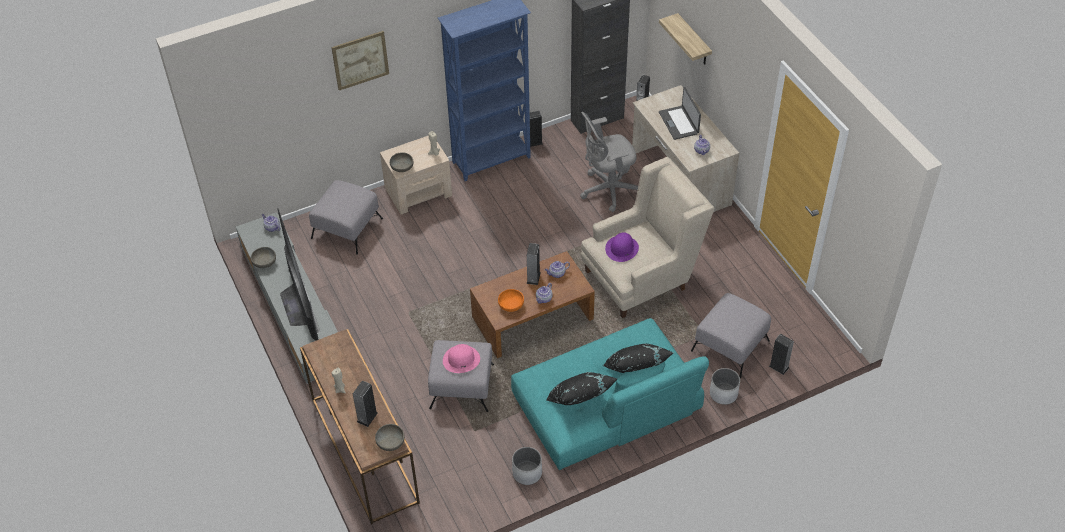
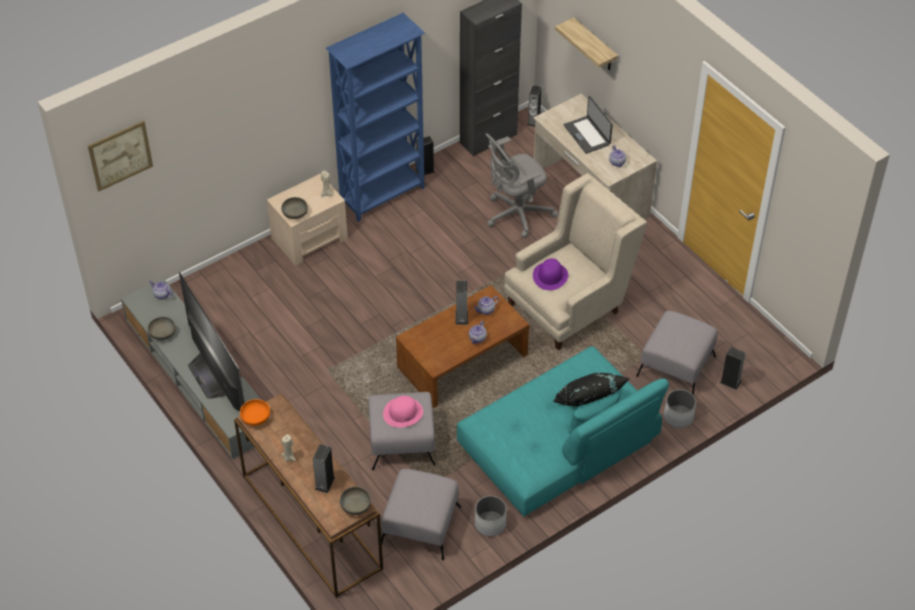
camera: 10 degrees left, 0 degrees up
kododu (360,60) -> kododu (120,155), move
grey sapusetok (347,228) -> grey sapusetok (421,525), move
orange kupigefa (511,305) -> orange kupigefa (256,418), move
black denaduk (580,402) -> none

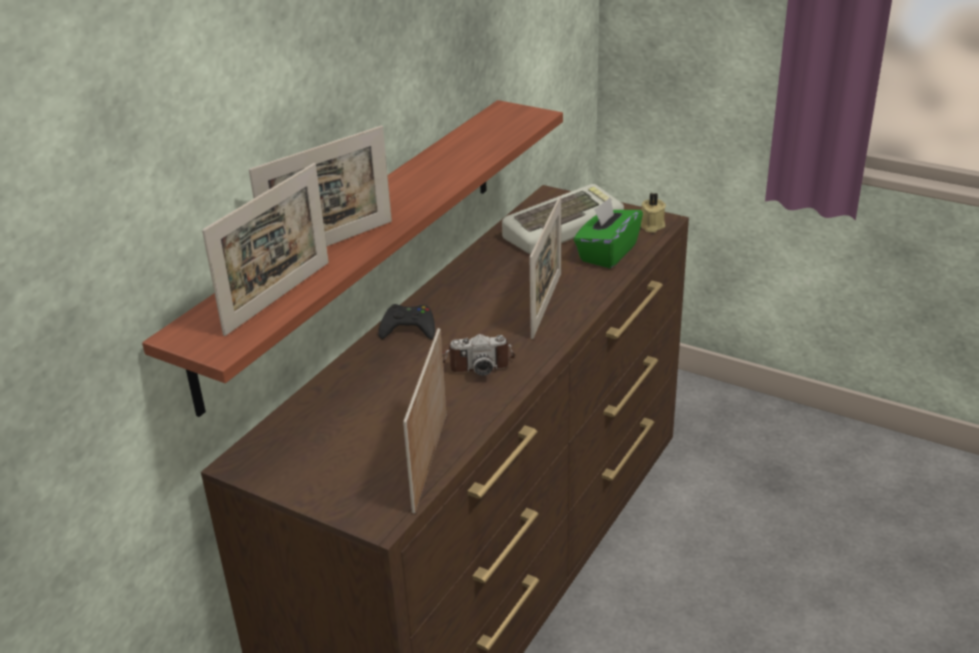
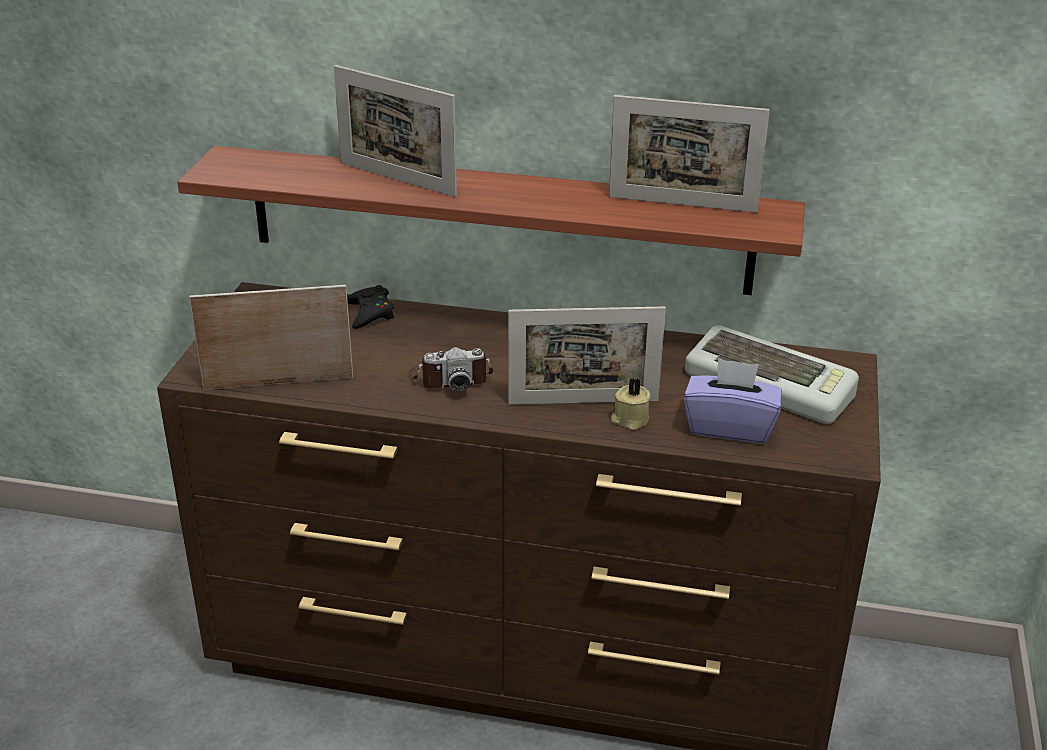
camera: 70 degrees right, 0 degrees up
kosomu (278,297) -> kosomu (682,204), move
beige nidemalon (651,226) -> beige nidemalon (629,420), move
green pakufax (607,253) -> purple pakufax (729,427)
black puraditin (408,328) -> black puraditin (370,313), move
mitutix (476,361) -> mitutix (450,377), 75 degrees counterclockwise

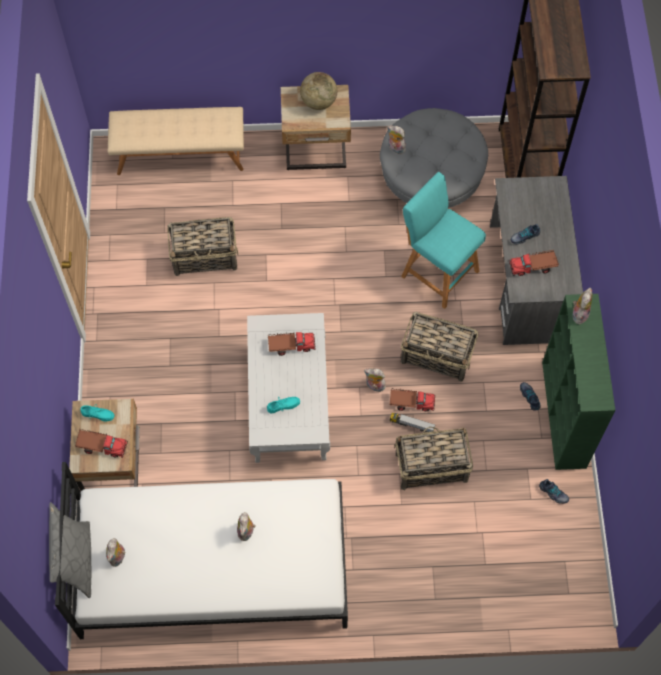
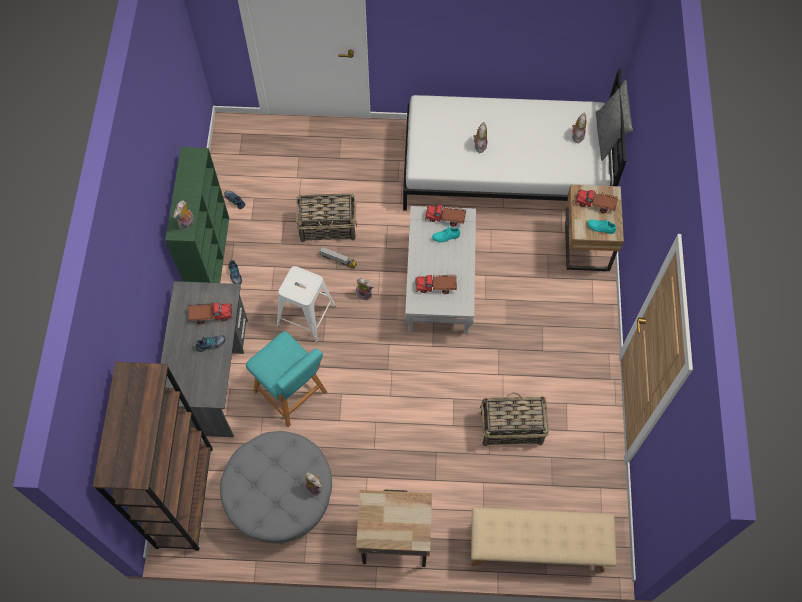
camera: 175 degrees left, 0 degrees up
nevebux (318,102) -> none
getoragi (437,356) -> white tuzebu (306,315)
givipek (411,402) -> givipek (446,218), move

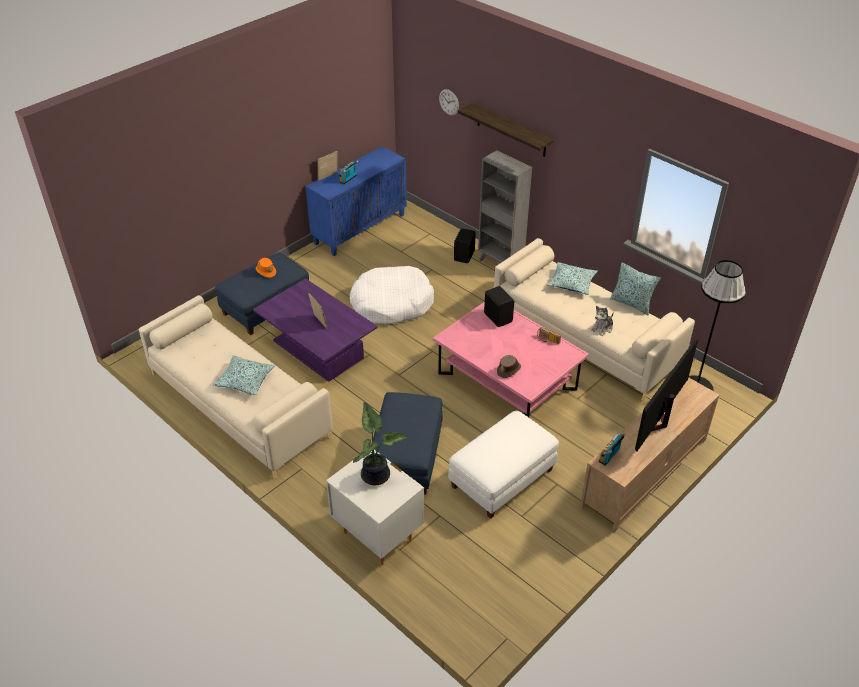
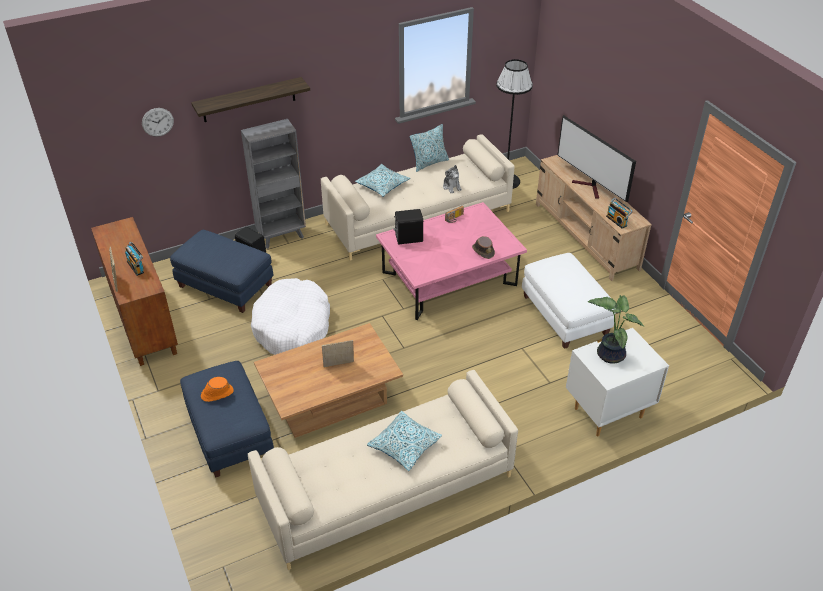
camera: 70 degrees left, 0 degrees up
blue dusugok (360,228) -> brown dusugok (143,321)
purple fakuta (318,349) -> brown fakuta (331,401)
blue sapusetok (406,458) -> blue sapusetok (226,285), move

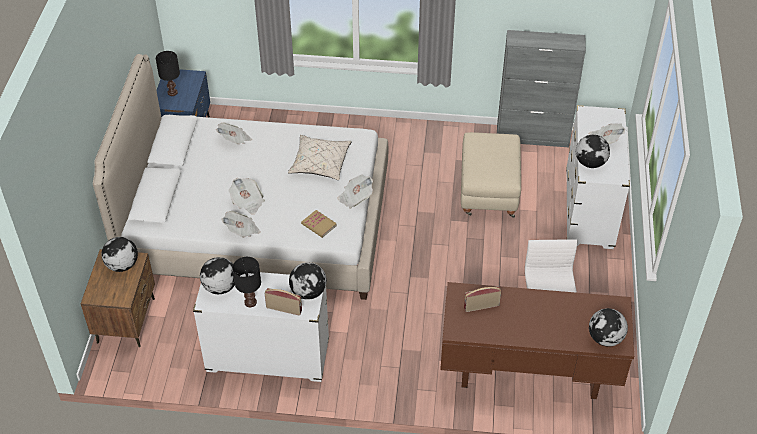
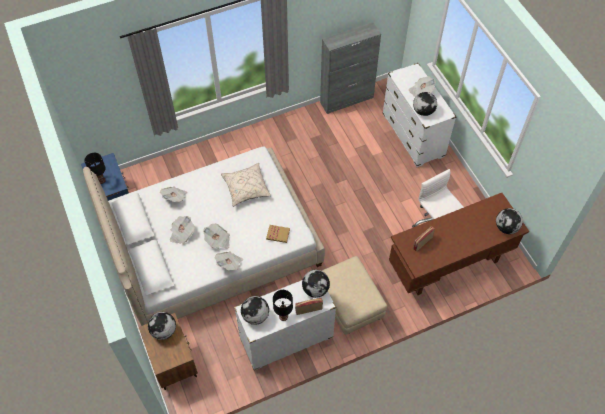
camera: 30 degrees left, 10 degrees up
beige sapusetok (487,192) -> beige sapusetok (349,305), move
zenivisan (355,198) -> zenivisan (182,234), move

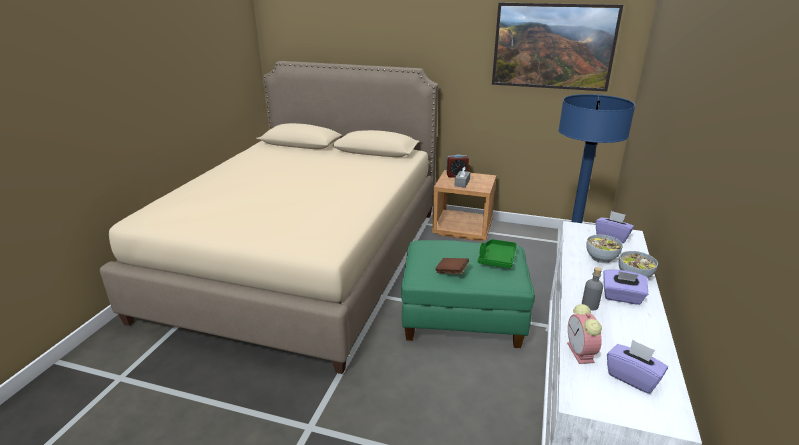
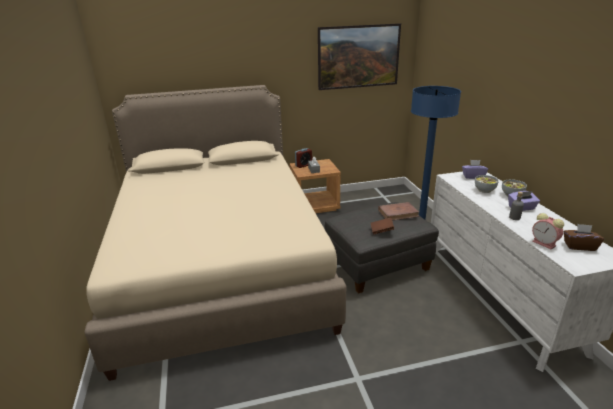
camera: 30 degrees left, 0 degrees up
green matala (496,259) -> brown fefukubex (398,213)
green sapusetok (463,318) -> grey sapusetok (377,265)
purple pakufax (632,377) -> brown pakufax (579,246)

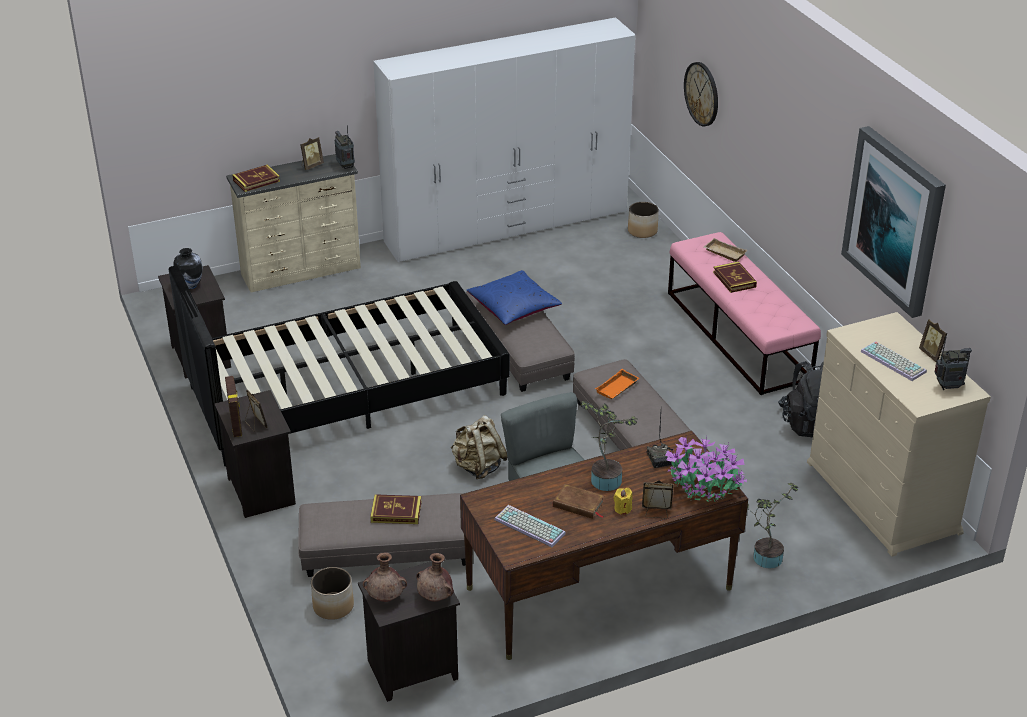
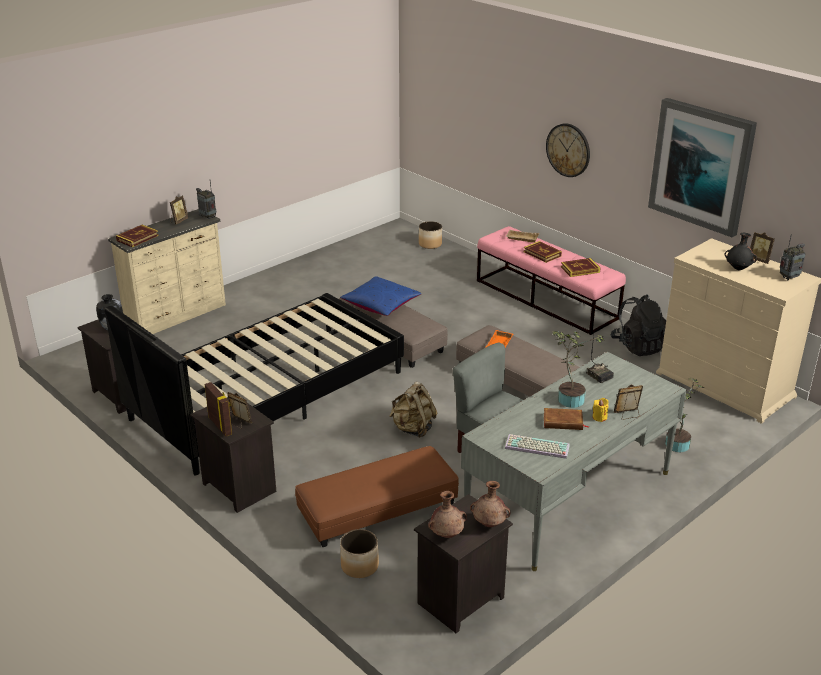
camera: 20 degrees left, 5 degrees down
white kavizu (507,226) -> none
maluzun (702,94) -> maluzun (568,150), move
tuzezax (894,361) -> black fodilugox (738,269)
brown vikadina (599,588) -> grey vikadina (569,497)
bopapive (704,488) -> none
grey sapusetok (386,550) -> brown sapusetok (377,509)
fefukubex (396,512) -> fefukubex (580,269), move

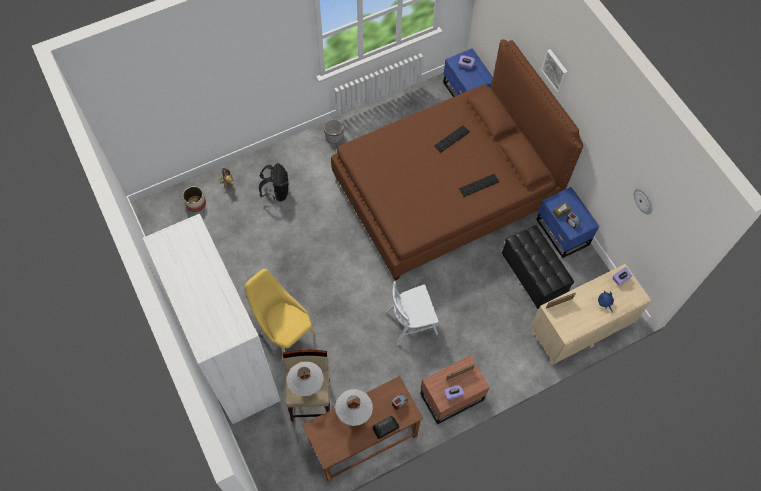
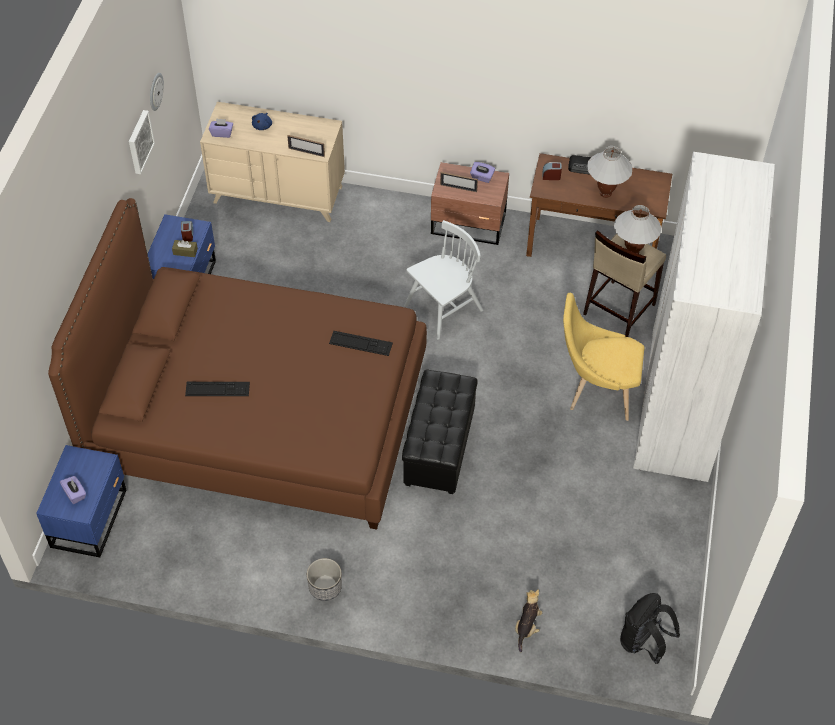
camera: 140 degrees left, 10 degrees down
kododu (555,70) -> kododu (139,141), move
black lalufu (277,192) -> black lalufu (643,643), move
tuzezax (479,185) -> tuzezax (360,343), move
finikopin (196,203) -> none
black sapusetok (533,275) -> black sapusetok (438,448), move
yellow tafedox (284,331) -> yellow tafedox (596,391), 105 degrees clockwise
white tafedox (411,322) -> white tafedox (443,309), 60 degrees counterclockwise

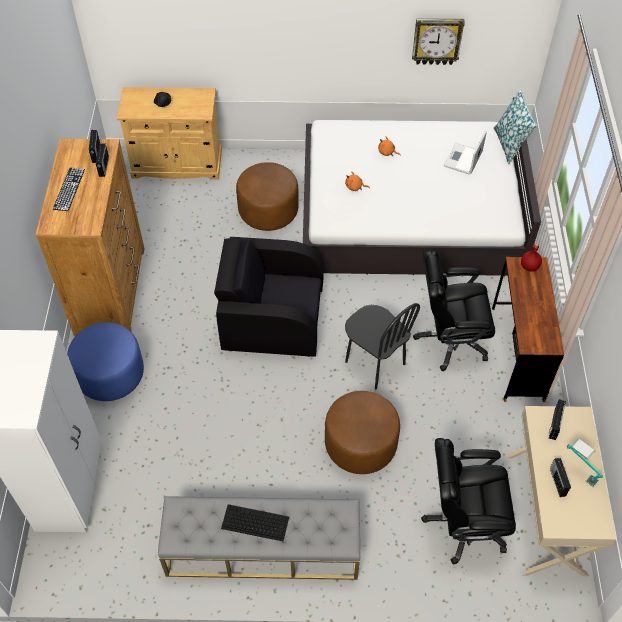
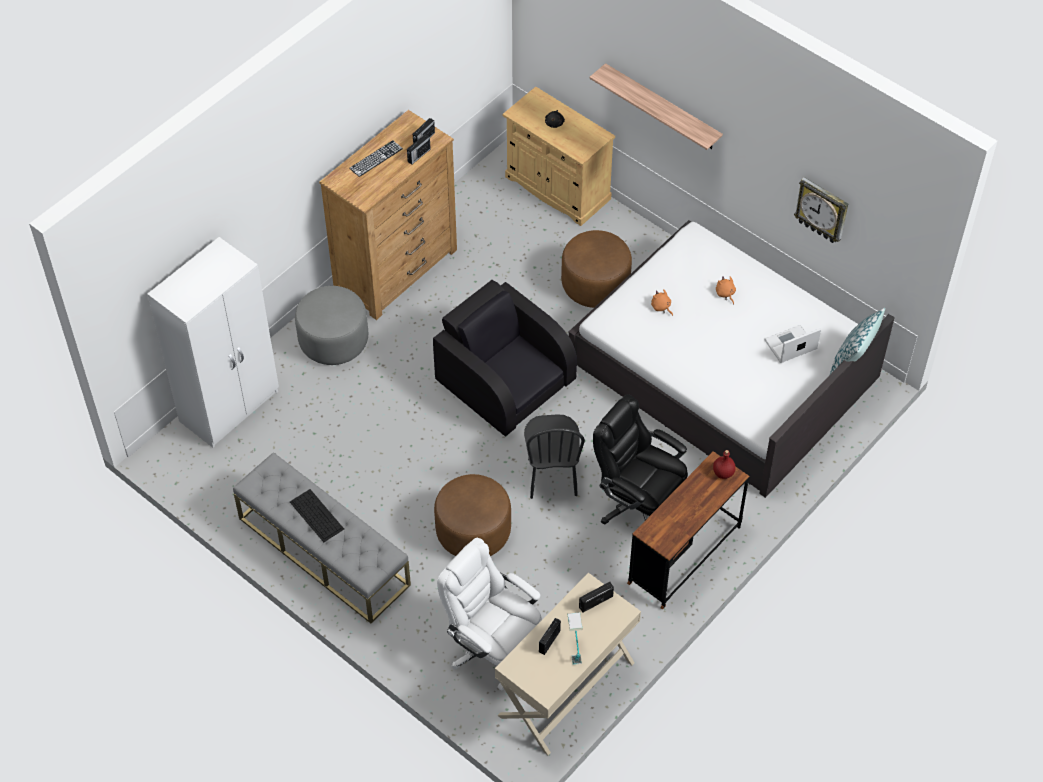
camera: 40 degrees right, 0 degrees up
blue sapusetok (110,375) -> grey sapusetok (334,340)
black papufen (464,523) -> white papufen (492,647)
none -> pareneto (662,108)

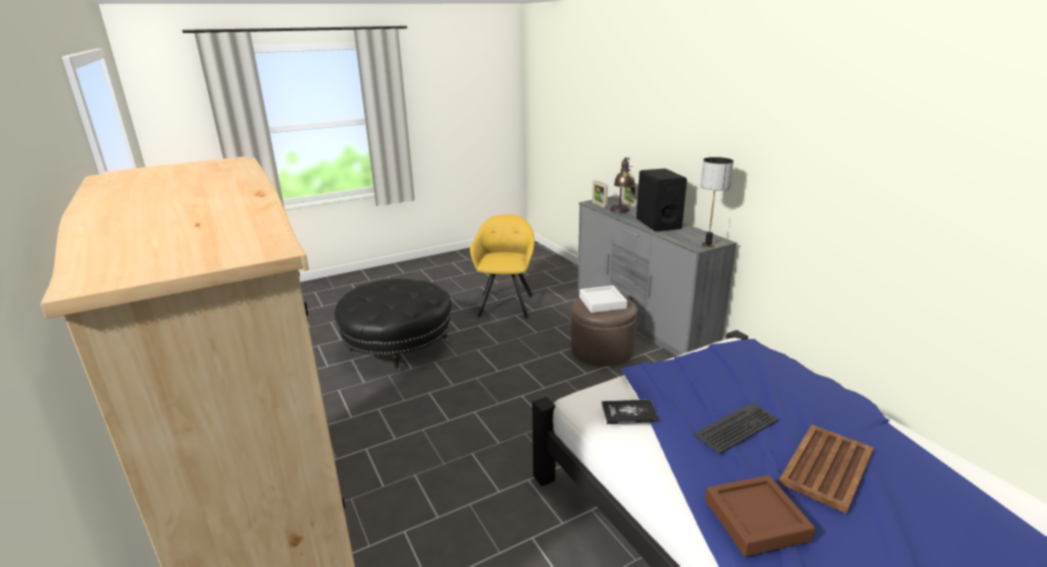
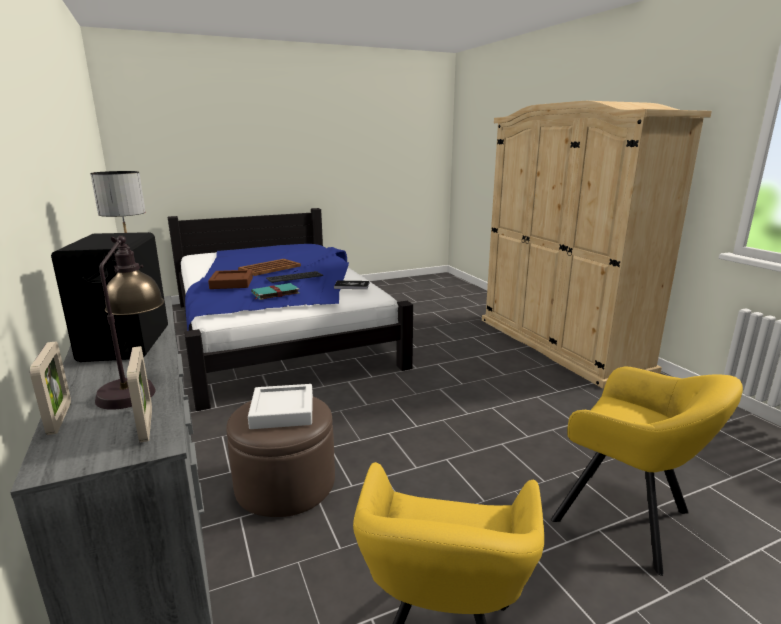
camera: 175 degrees left, 5 degrees down
black sapusetok (398,346) -> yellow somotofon (627,520)
brown matala (756,520) -> brown matala (231,283), move
none -> turquoise fefukubex (274,293)

